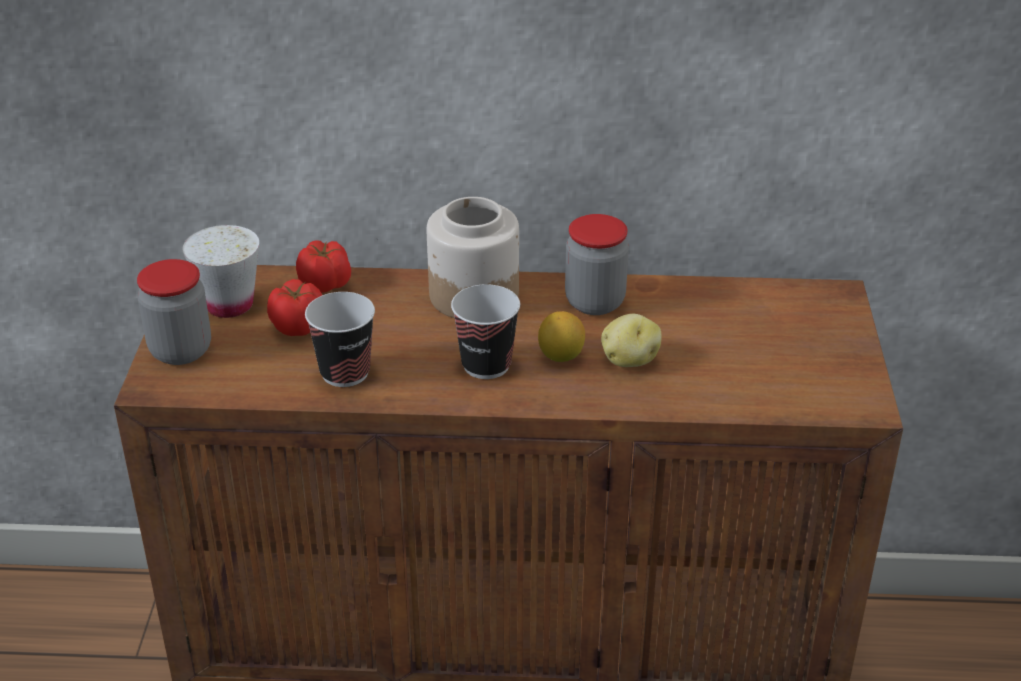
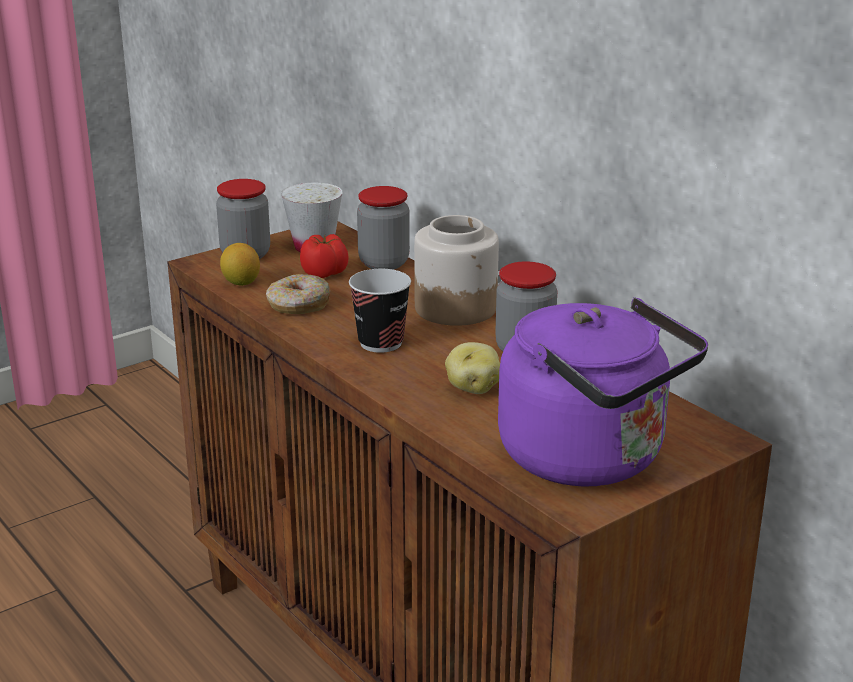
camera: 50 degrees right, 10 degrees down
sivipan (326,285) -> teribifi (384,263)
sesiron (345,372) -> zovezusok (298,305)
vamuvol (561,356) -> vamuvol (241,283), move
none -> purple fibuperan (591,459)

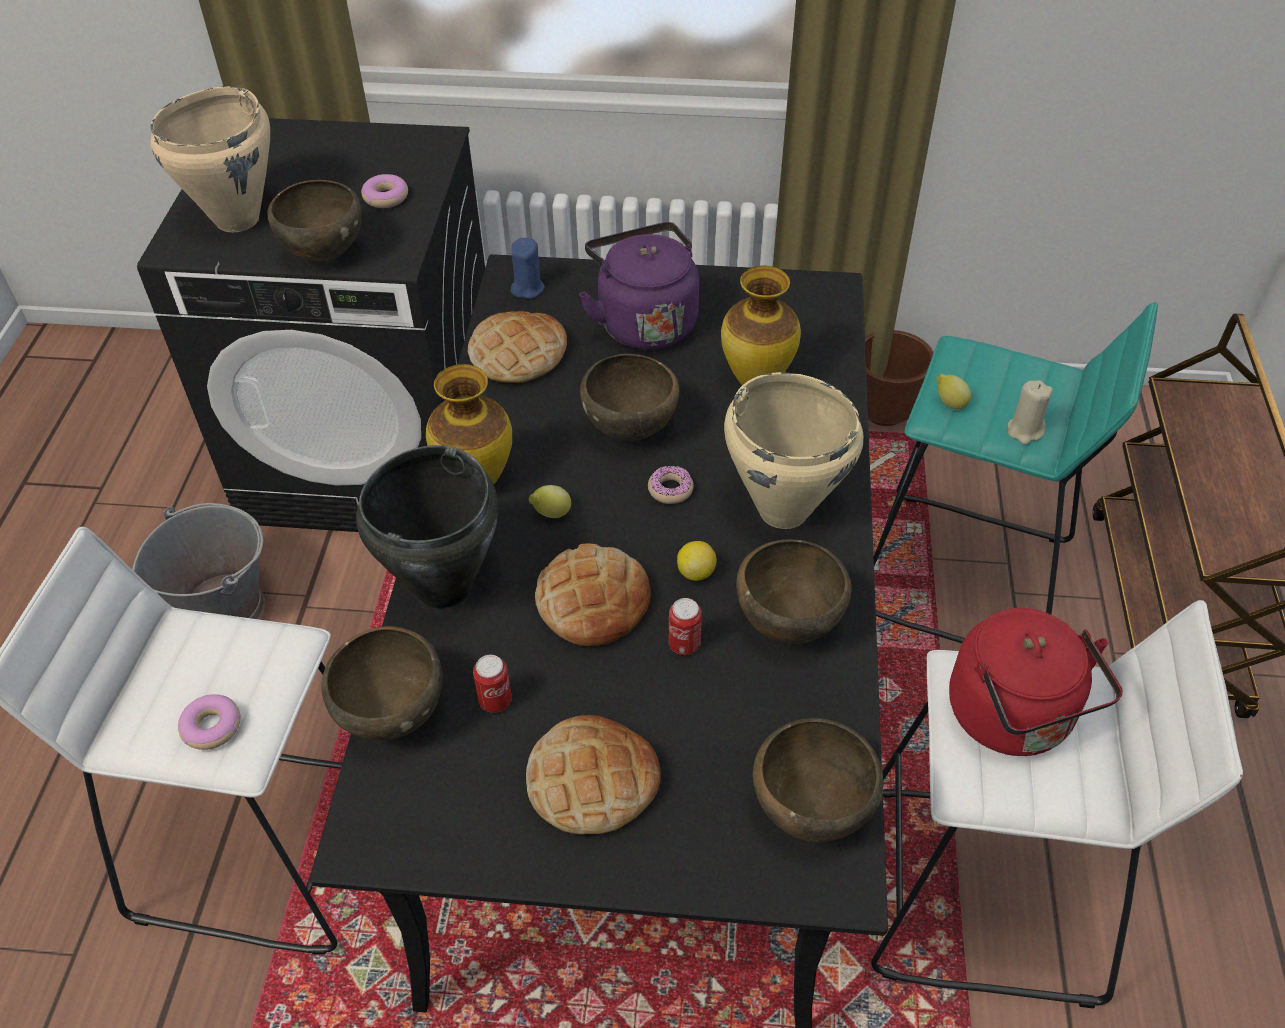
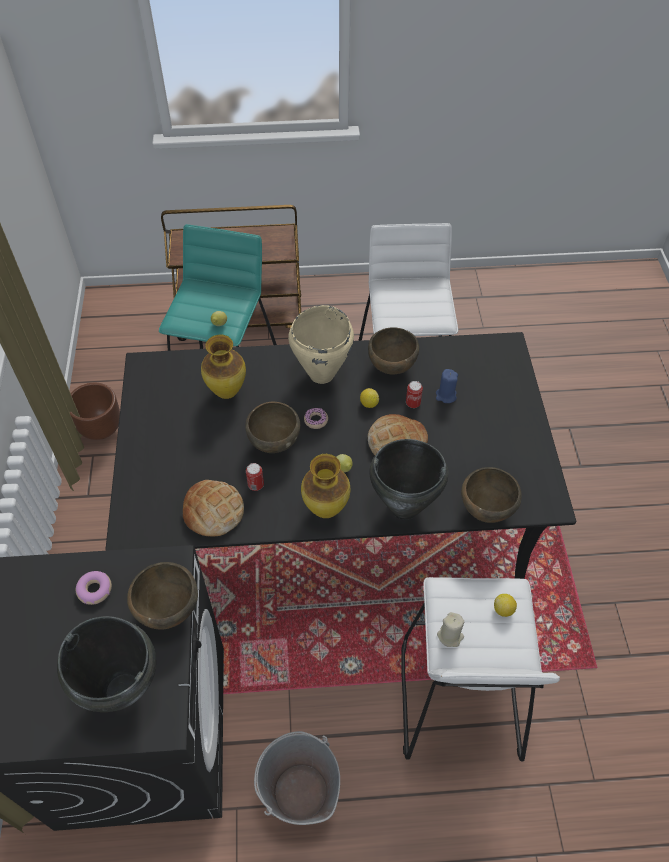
camera: 100 degrees left, 5 degrees up
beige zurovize (238,219) -> black zurovize (124,690)
purple fibuperan (644,322) -> none
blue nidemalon (527,288) -> blue nidemalon (445,395), move
beige nidemalon (1025,431) -> beige nidemalon (450,636), move
red fibuperan (1014,719) -> none
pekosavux (495,701) -> pekosavux (256,485), move
zovezusok (212,727) -> vamuvol (503,609)
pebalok (592,780) -> none
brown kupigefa (809,812) -> none

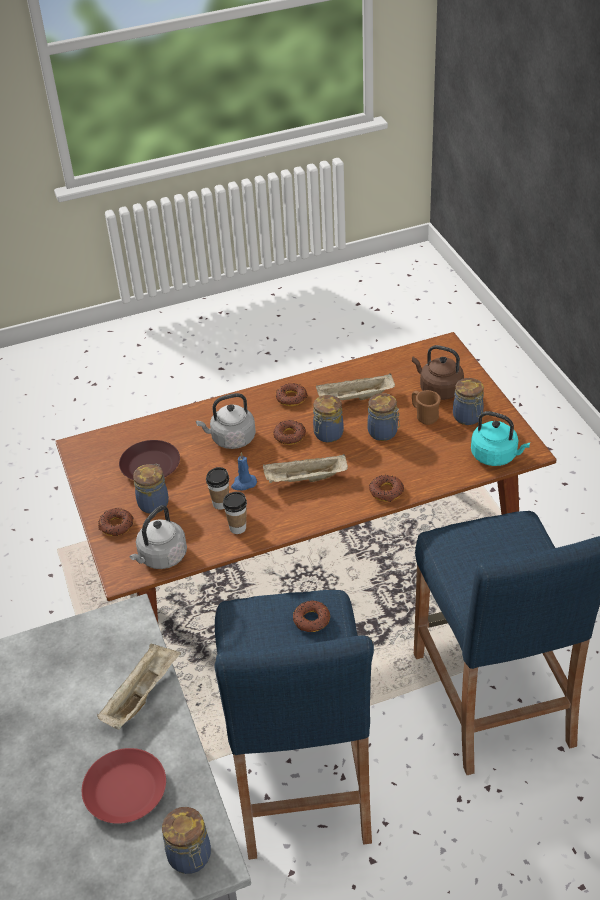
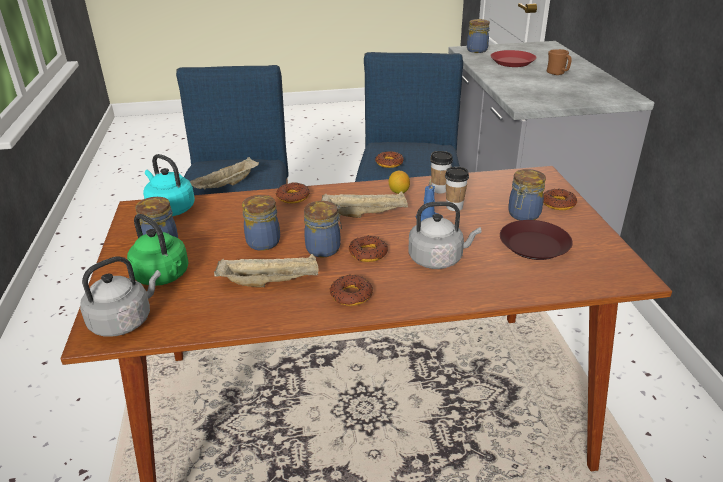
camera: 170 degrees left, 10 degrees down
brown fibuperan (438,390) -> green fibuperan (164,276)
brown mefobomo (424,416) -> brown mefobomo (557,73), move
grey fibuperan (161,558) -> grey fibuperan (124,321), move
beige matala (142,694) -> beige matala (227,186), move
none -> vamuvol (399,192)

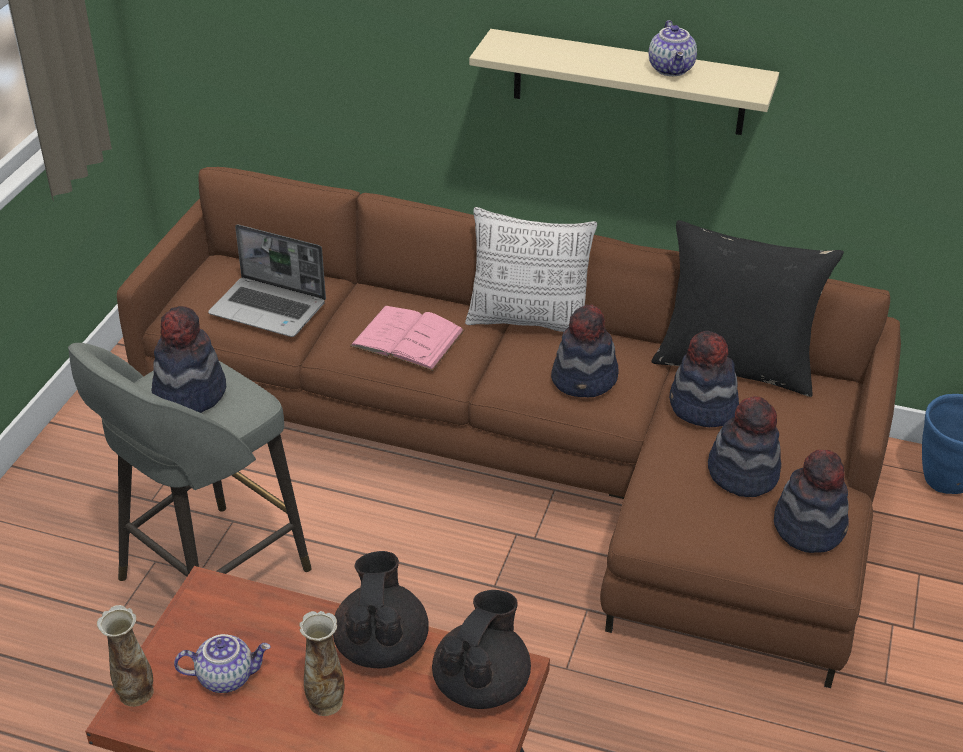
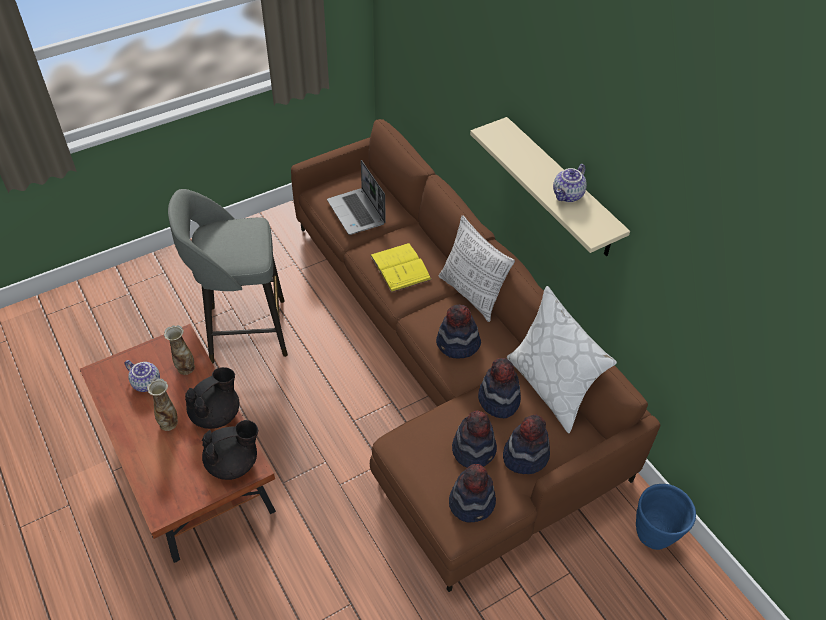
camera: 40 degrees right, 10 degrees up
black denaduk (735,364) -> white denaduk (551,387)
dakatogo (189,393) -> dakatogo (525,455), move
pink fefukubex (407,338) -> yellow fefukubex (400,267)
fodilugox (135,694) -> fodilugox (185,368), move

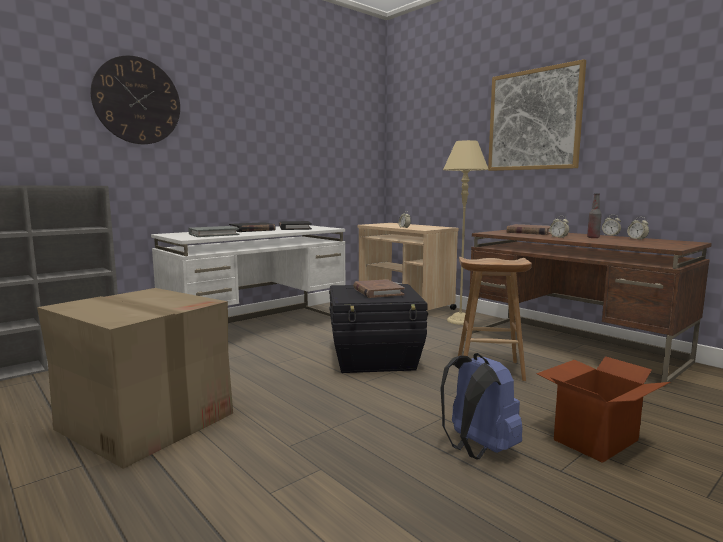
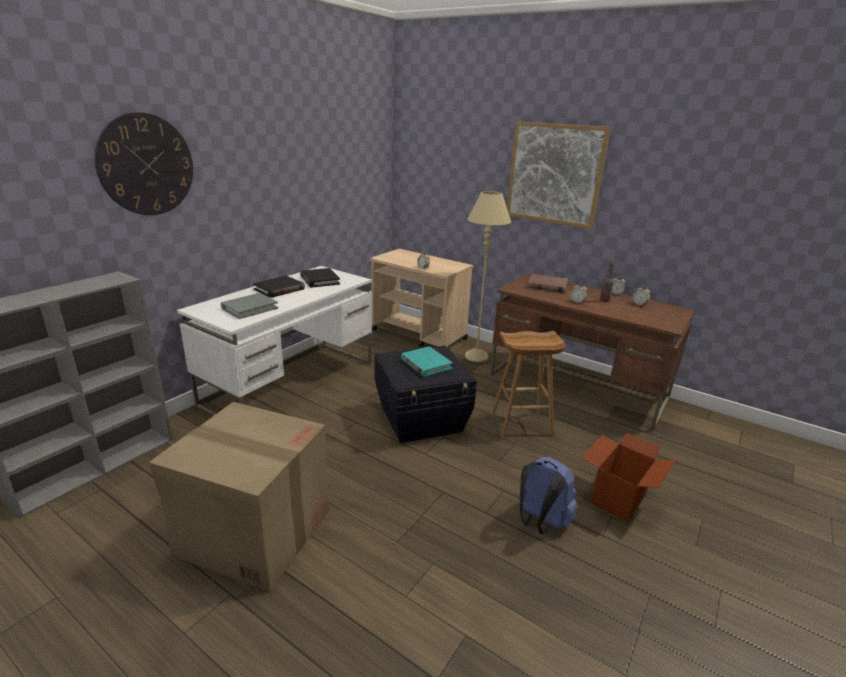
camera: 15 degrees left, 15 degrees up
brown fefukubex (377,291) -> turquoise fefukubex (425,364)

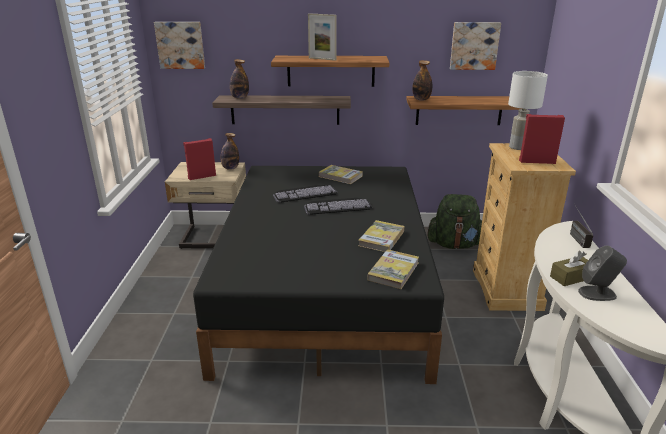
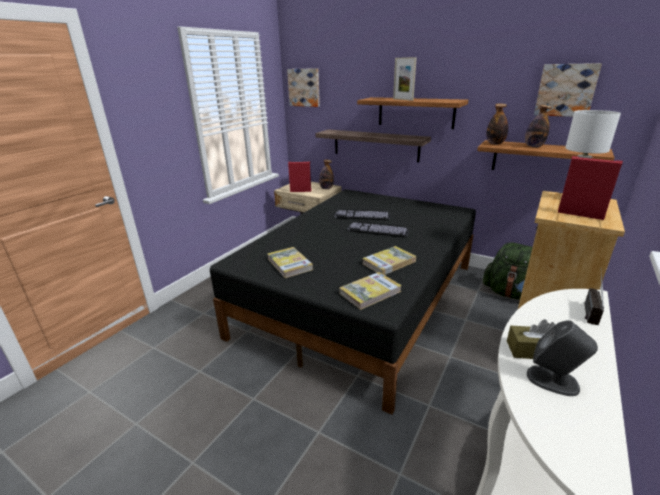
camera: 30 degrees right, 0 degrees up
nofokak (240,98) -> nofokak (533,146), move
fefukubex (340,176) -> fefukubex (289,264), move

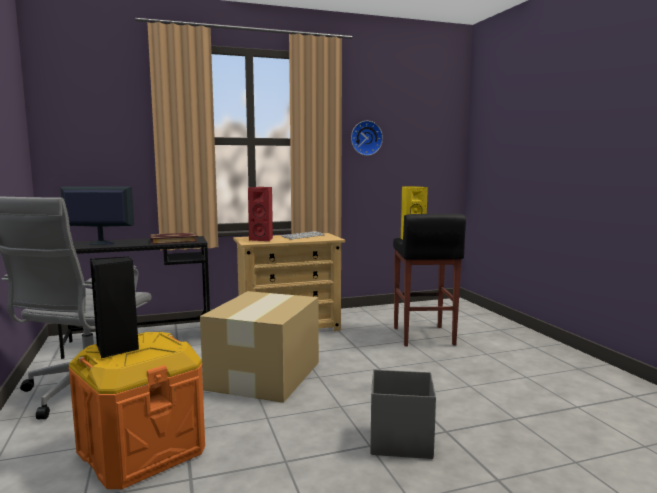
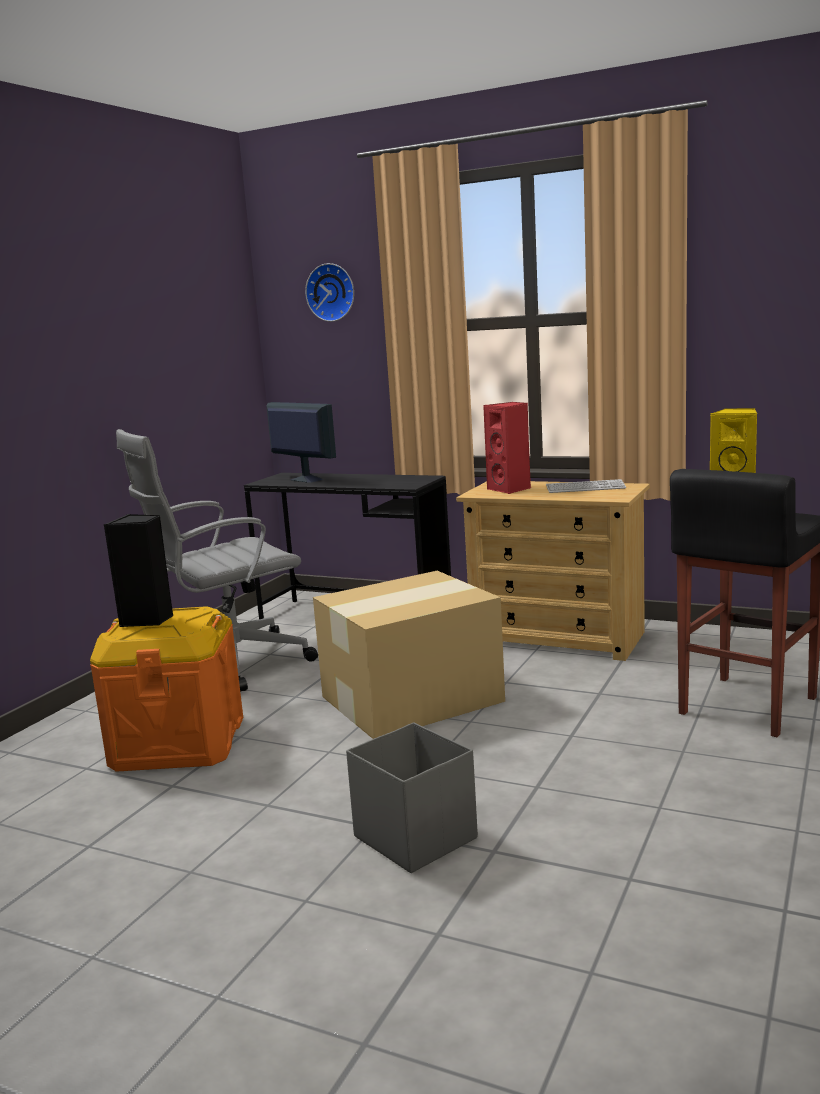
camera: 45 degrees right, 5 degrees up
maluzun (365,138) -> maluzun (332,292), move
fefukubex (173,240) -> none

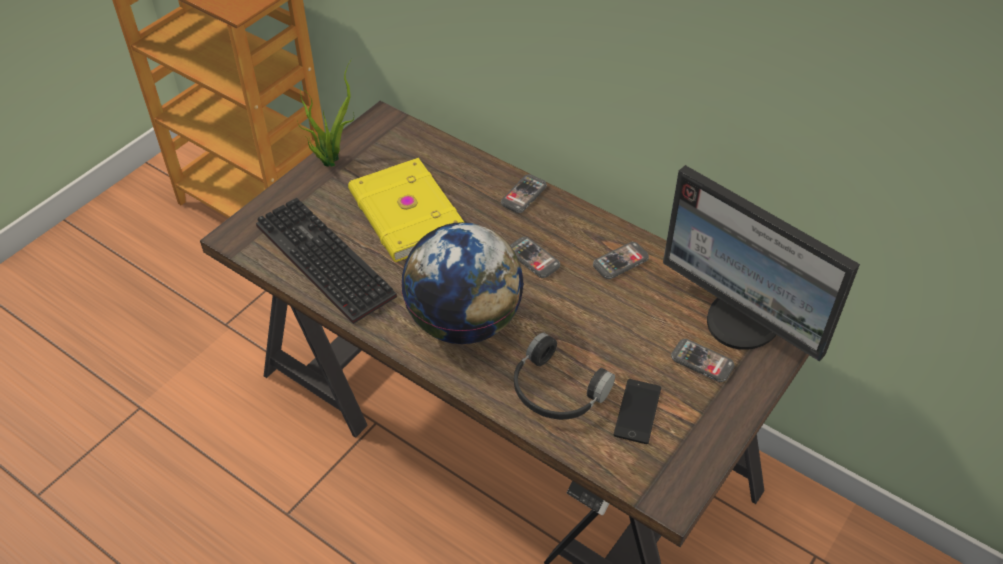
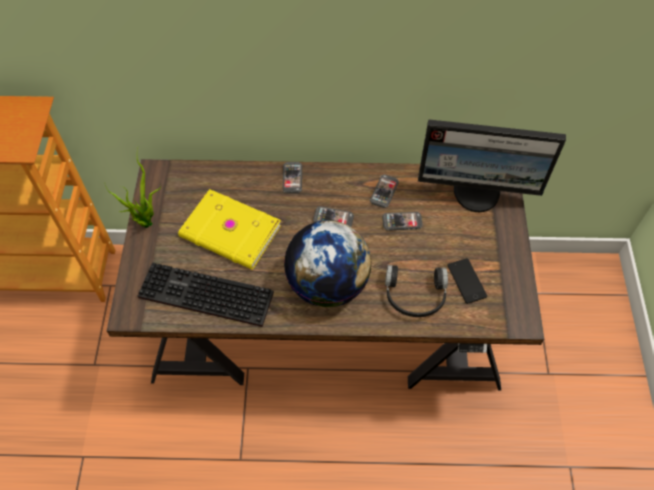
camera: 35 degrees left, 10 degrees up
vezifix (702,362) -> vezifix (402,222), move

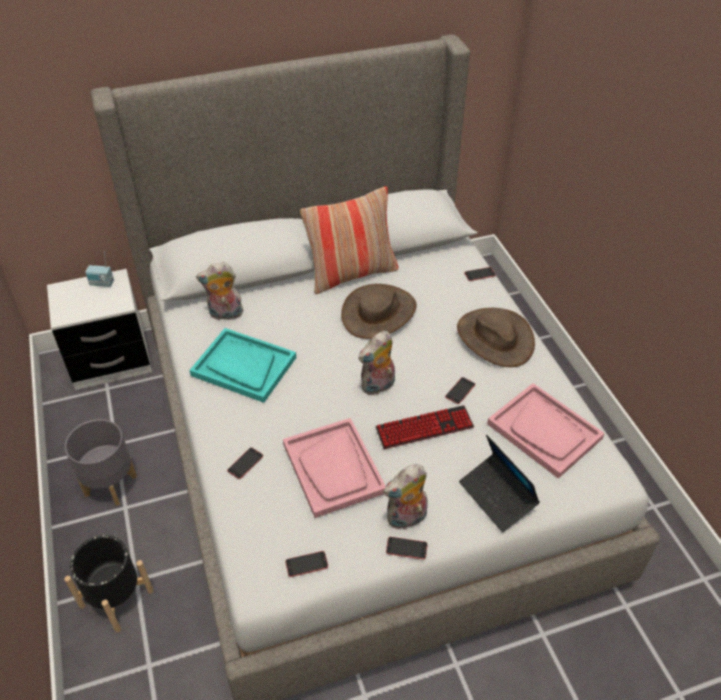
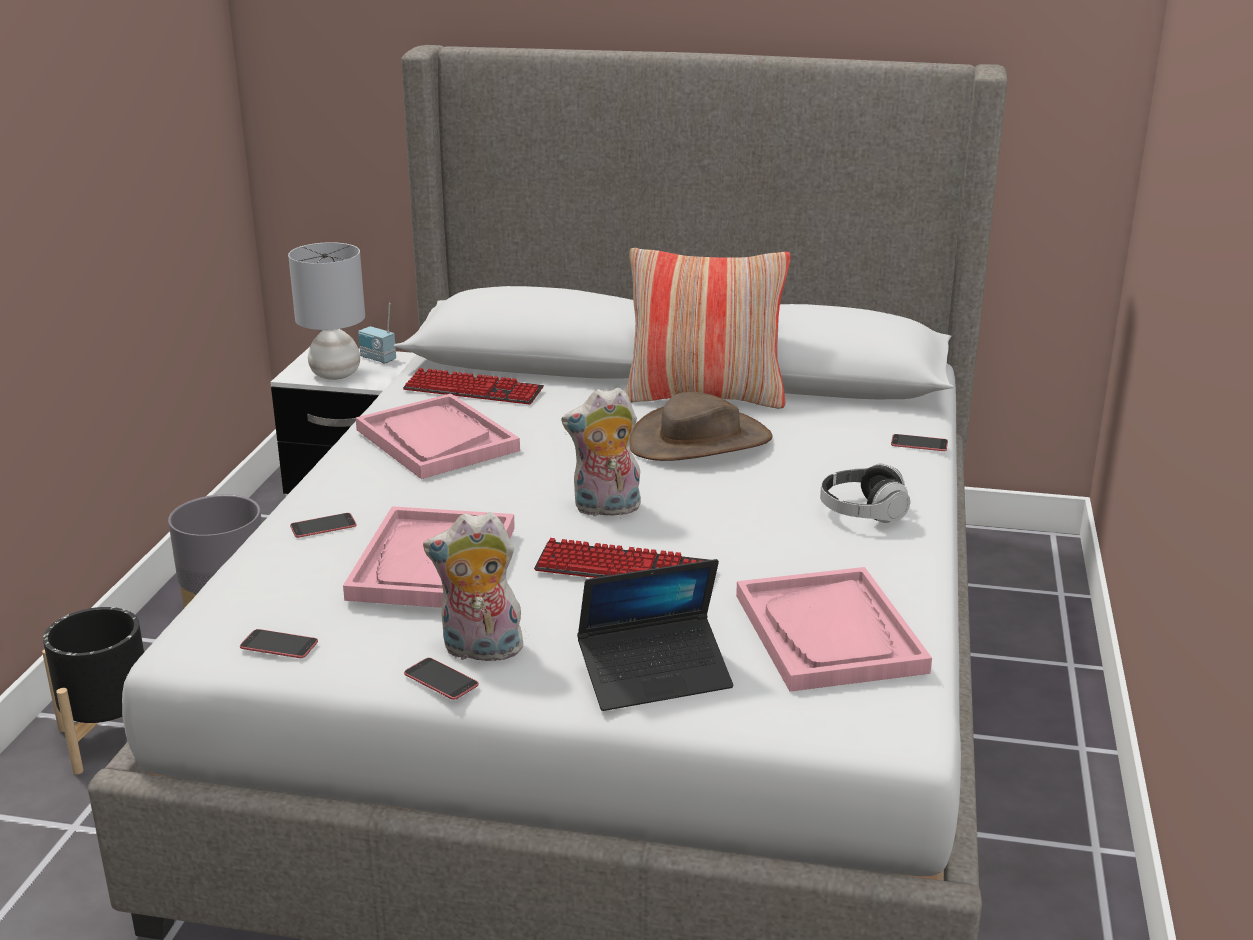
camera: 30 degrees right, 20 degrees down
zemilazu (225,315) -> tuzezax (473,390)
brown dakatogo (494,338) -> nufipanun (862,512)
turquoise matala (243,366) -> pink matala (436,440)
vezifix (460,390) -> none
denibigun (497,497) -> denibigun (655,675), 105 degrees counterclockwise
none -> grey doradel (335,375)

